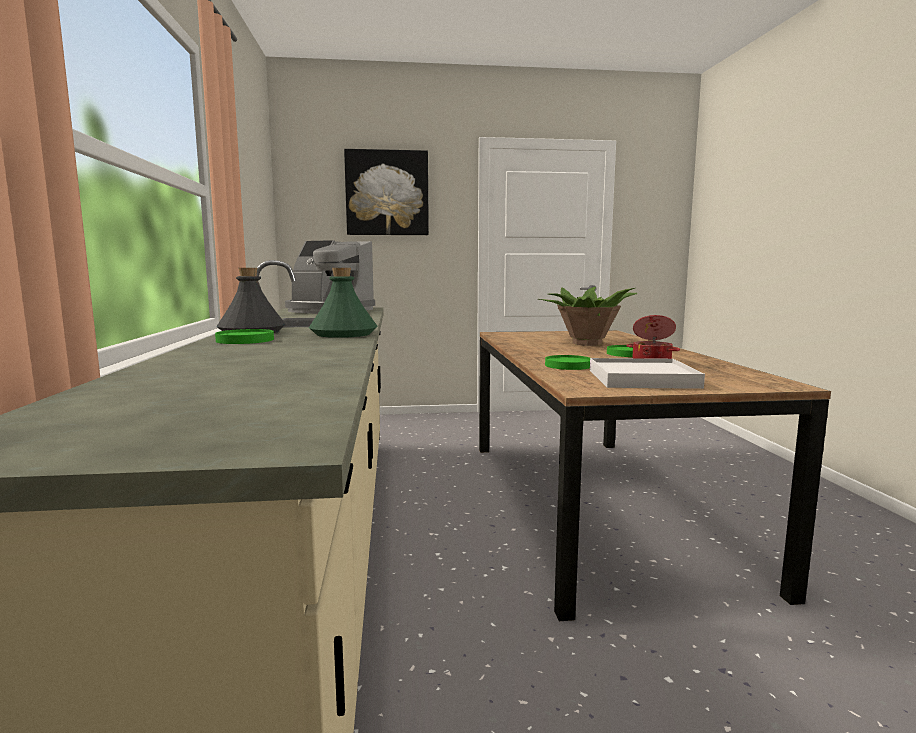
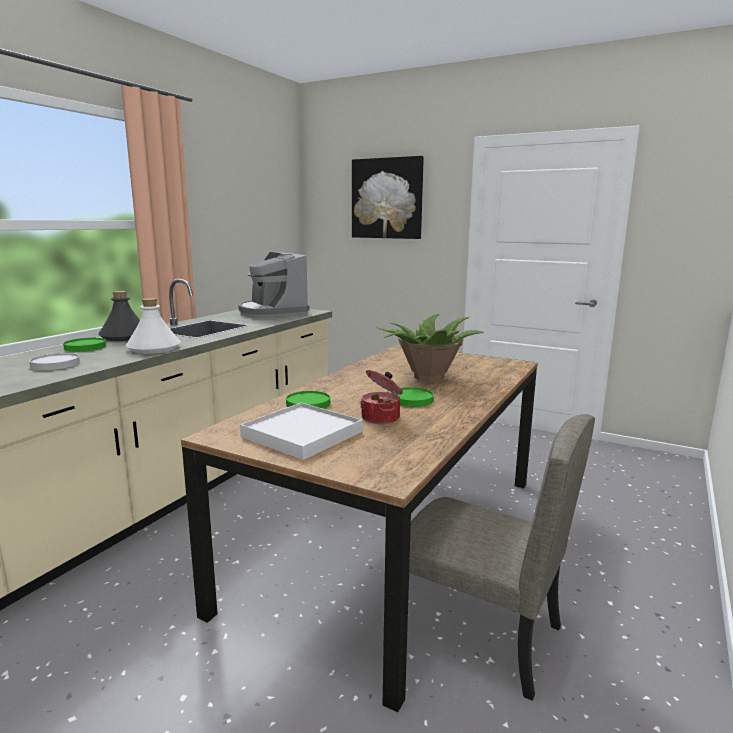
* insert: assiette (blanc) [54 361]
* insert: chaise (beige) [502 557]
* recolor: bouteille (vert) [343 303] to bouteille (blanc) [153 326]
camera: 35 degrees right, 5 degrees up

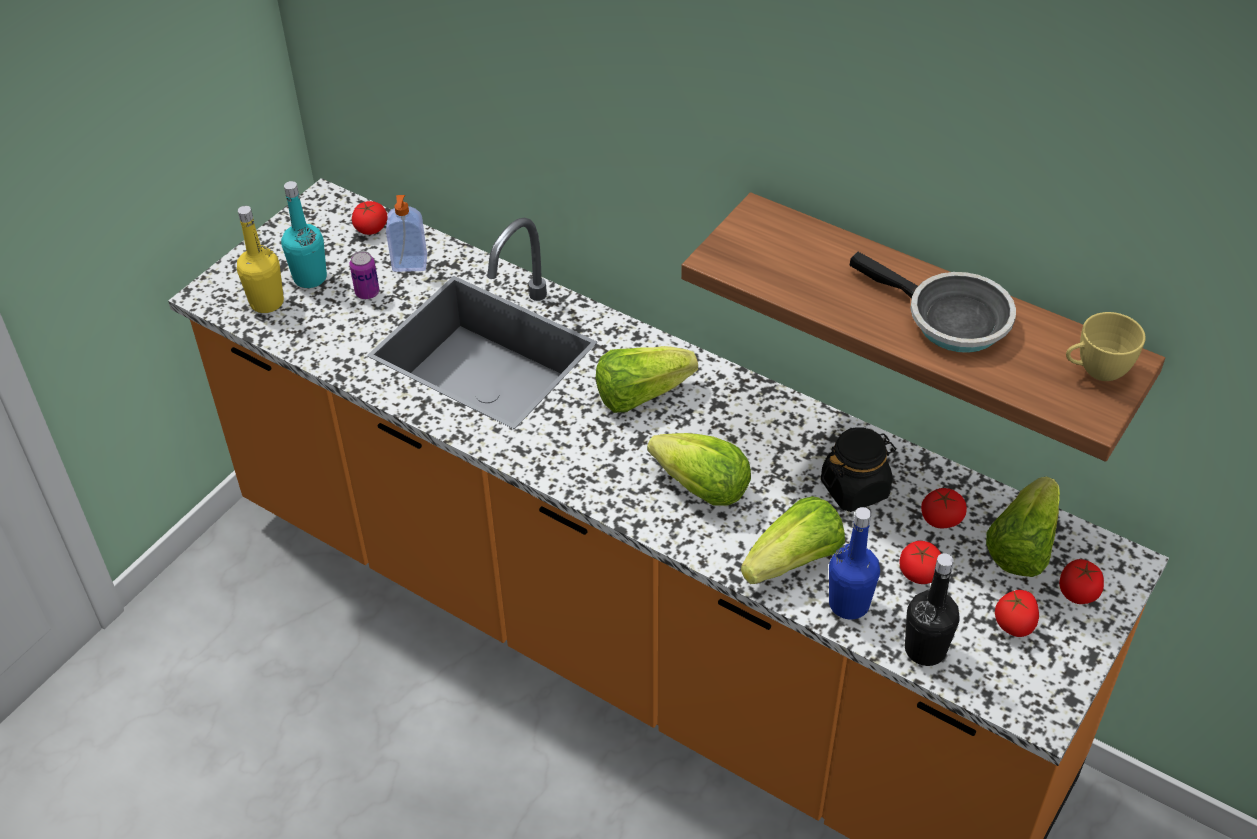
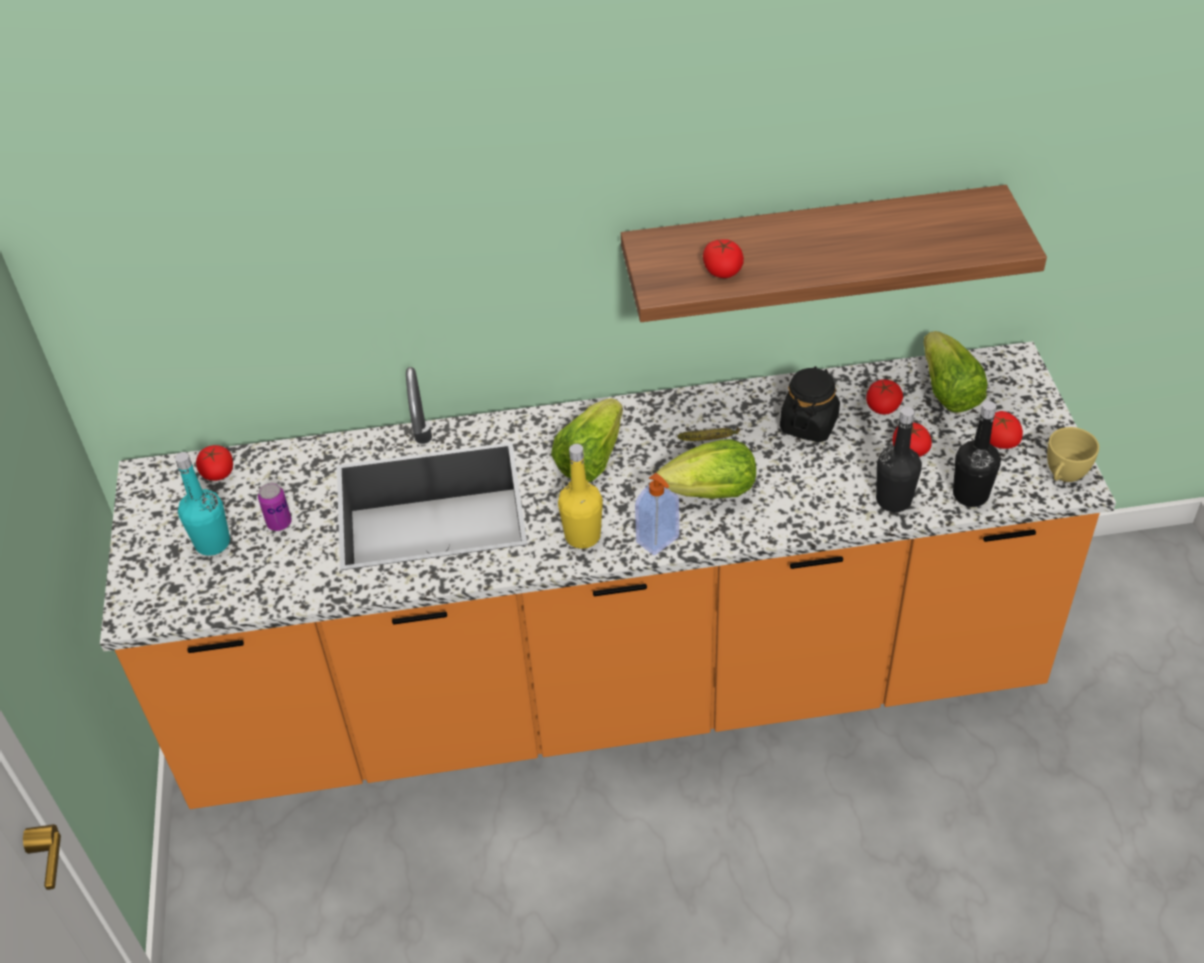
* delete: laitue [793 540]
* delete: poêle [932 302]
* insert: banane [709 434]
* move: bouteille (jaune) [260 259] to [580 496]
* move: distributeur de savon [406 233] to [657 514]
* move: tomate [1081 581] to [723 258]
* move: tasse (jaune) [1106 346] to [1073 454]
* recolor: bouteille (bleu) [854 563] to bouteille (noir) [899 459]
camera: 40 degrees left, 0 degrees up

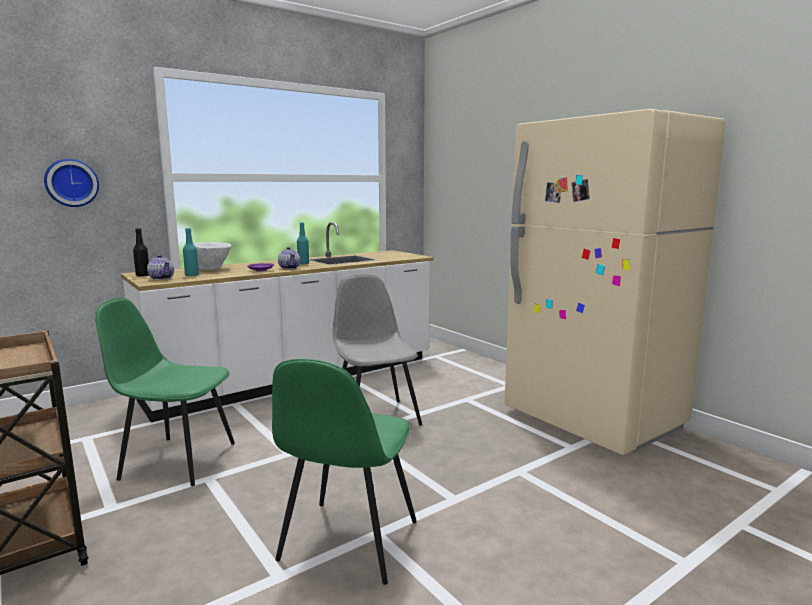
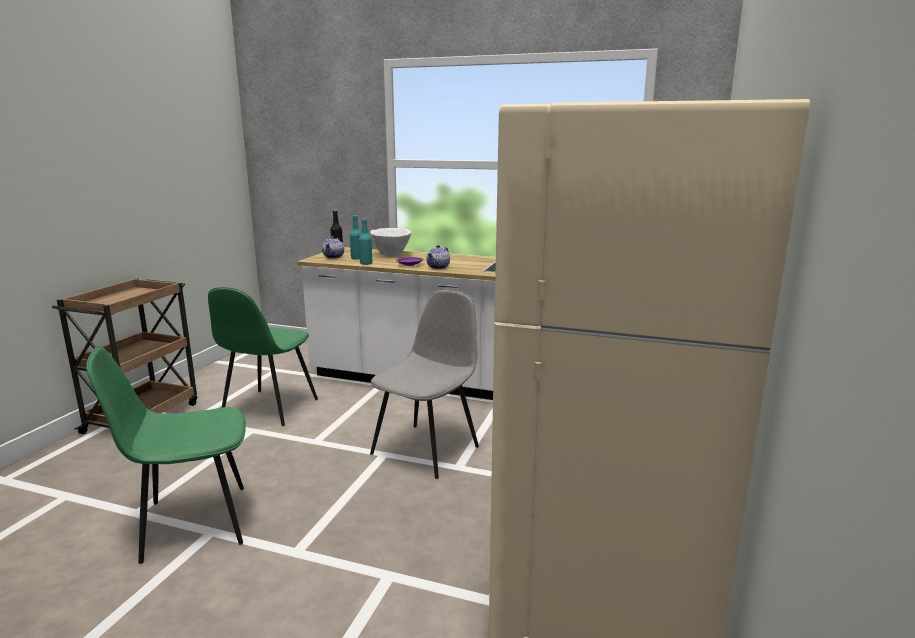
* delete: horloge murale [71 183]
* move: bouteille (turquoise) [303 243] to [366 241]
* rotate: chaise (vert) [165 392] = [263 356] 135 degrees counterclockwise
camera: 55 degrees right, 5 degrees up

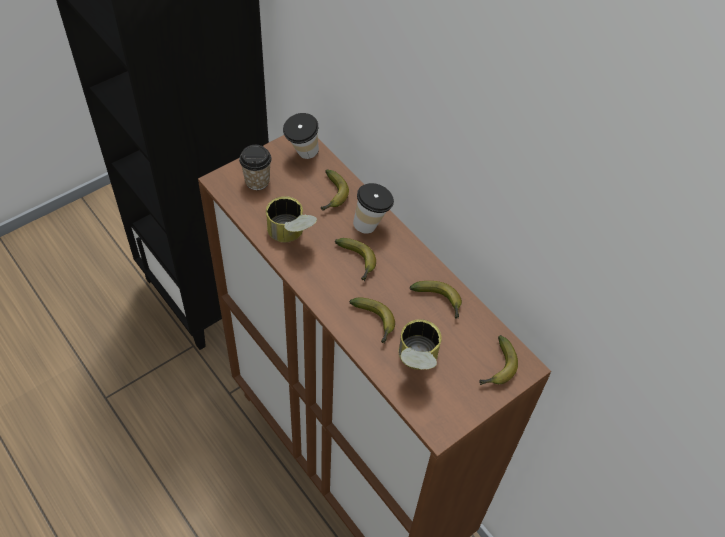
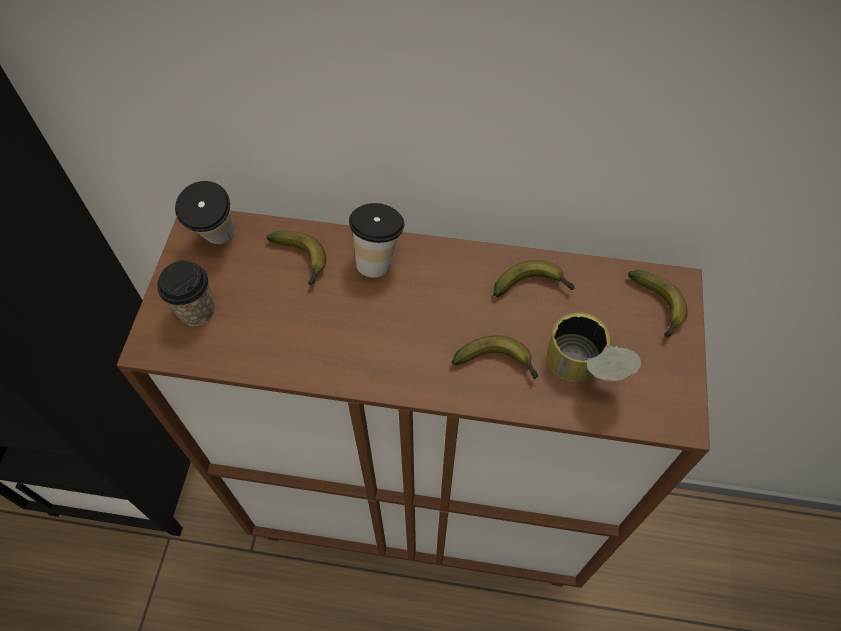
* delete: boîte métallique [291 219]
* delete: banane [355 259]
camera: 40 degrees left, 5 degrees up

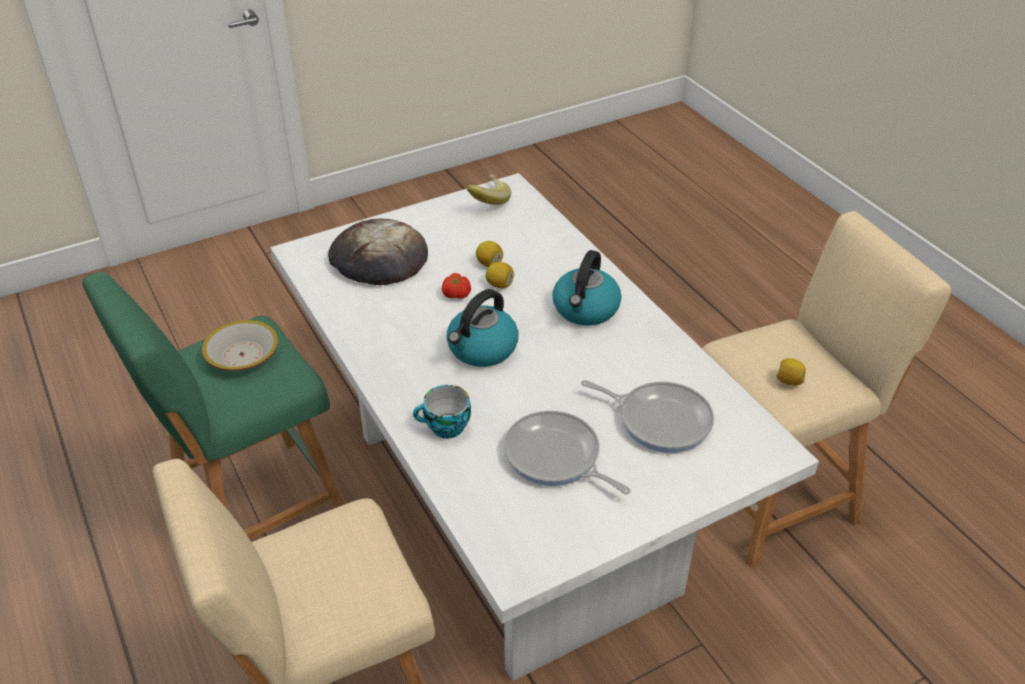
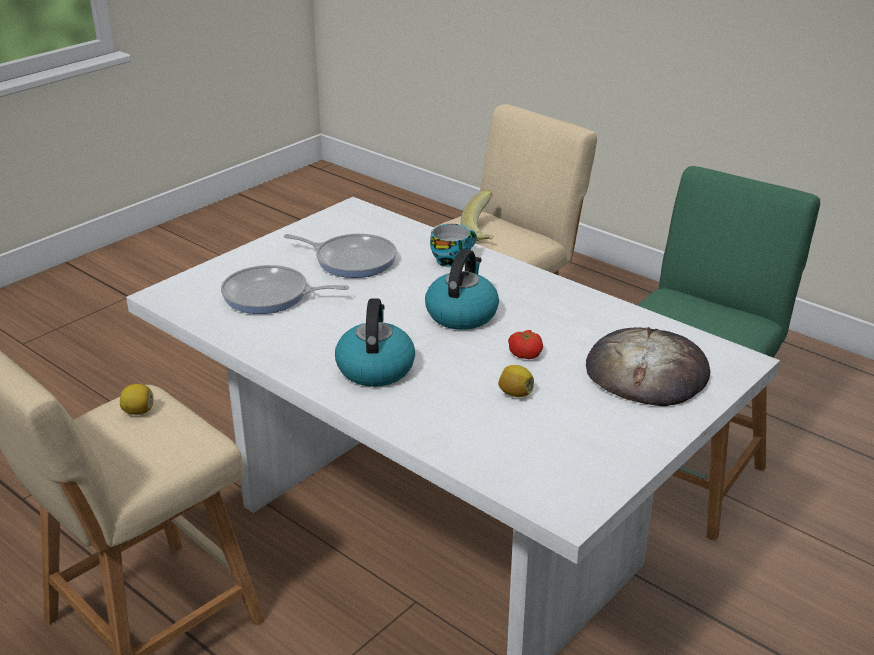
* delete: bol [240 345]
* delete: citron [500 275]
* move: banane [489 190] to [477 215]
camera: 160 degrees right, 10 degrees down

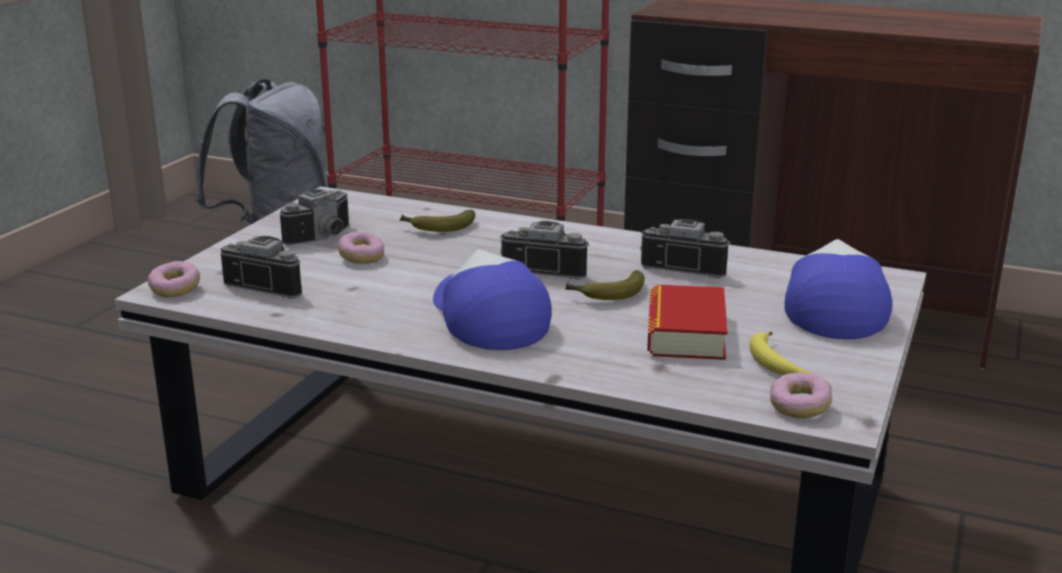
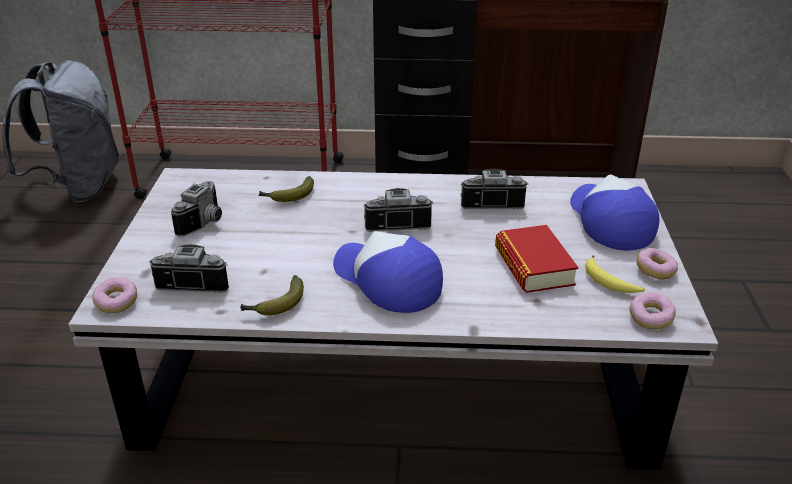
* move: beignet [361 248] to [657 263]
* move: banane [605 285] to [272 295]
camera: 20 degrees left, 10 degrees up

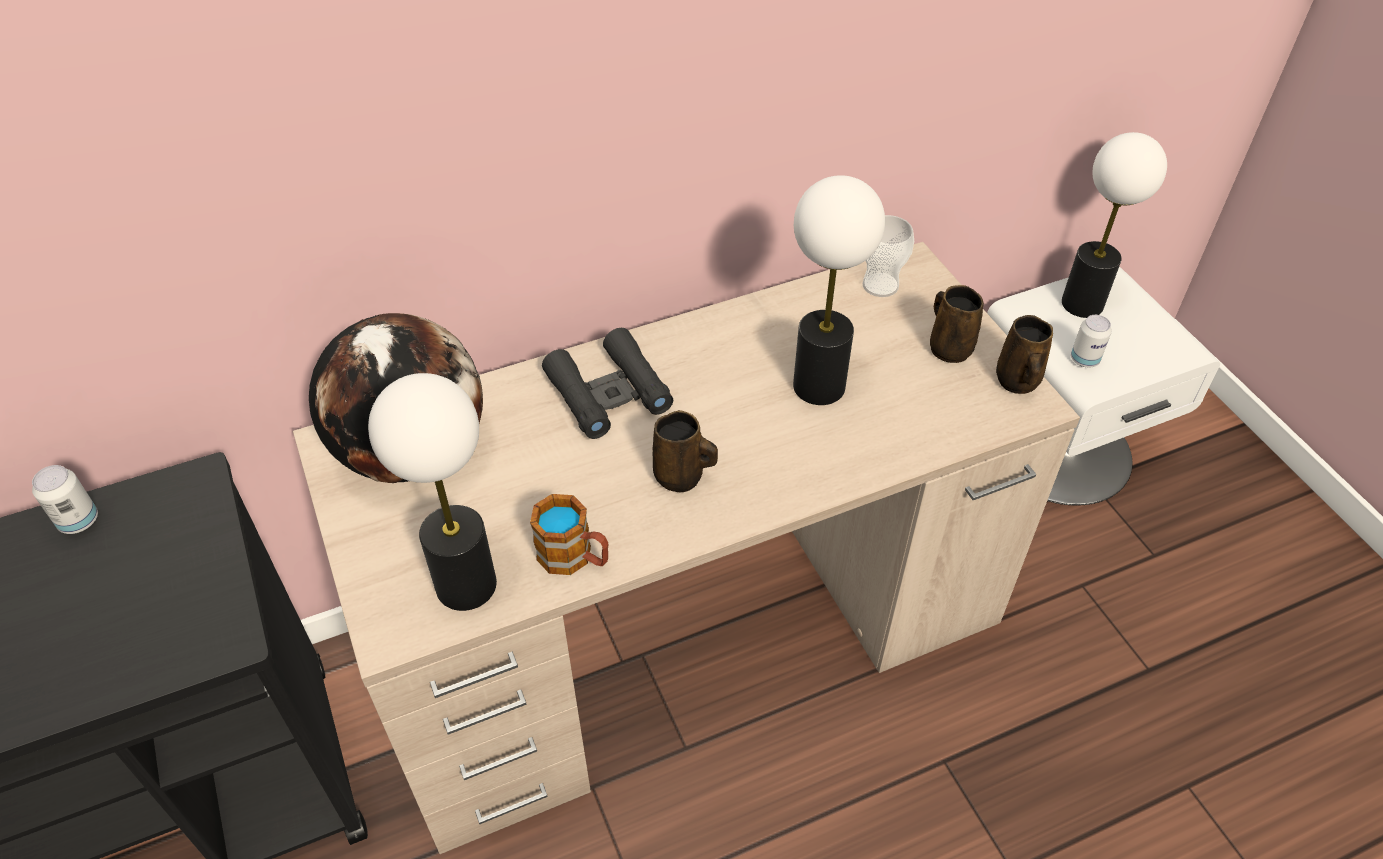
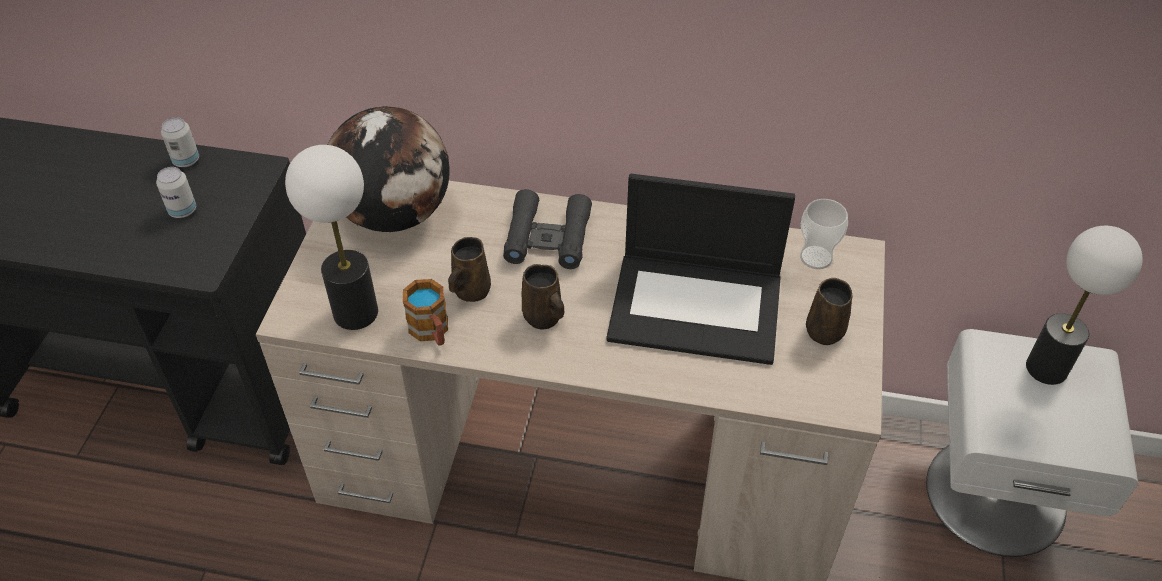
* move: mug (marron) [1024 354] to [469 269]
* move: boîte métallique [1091 341] to [176 192]
* replace: lampe de table [839 290] to ordinateur portable [701 269]
camera: 35 degrees right, 0 degrees up

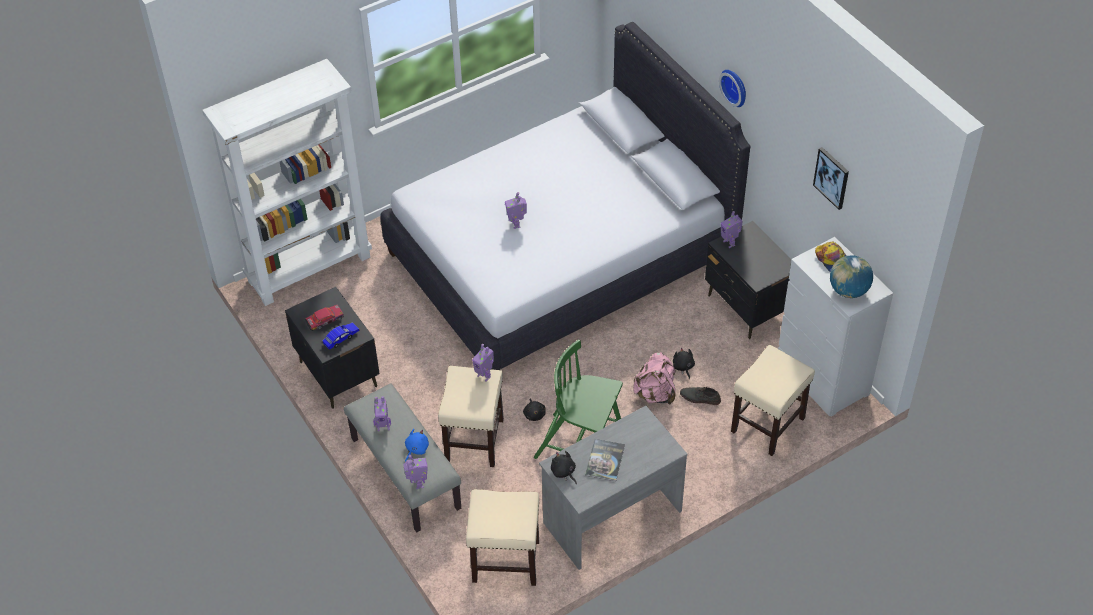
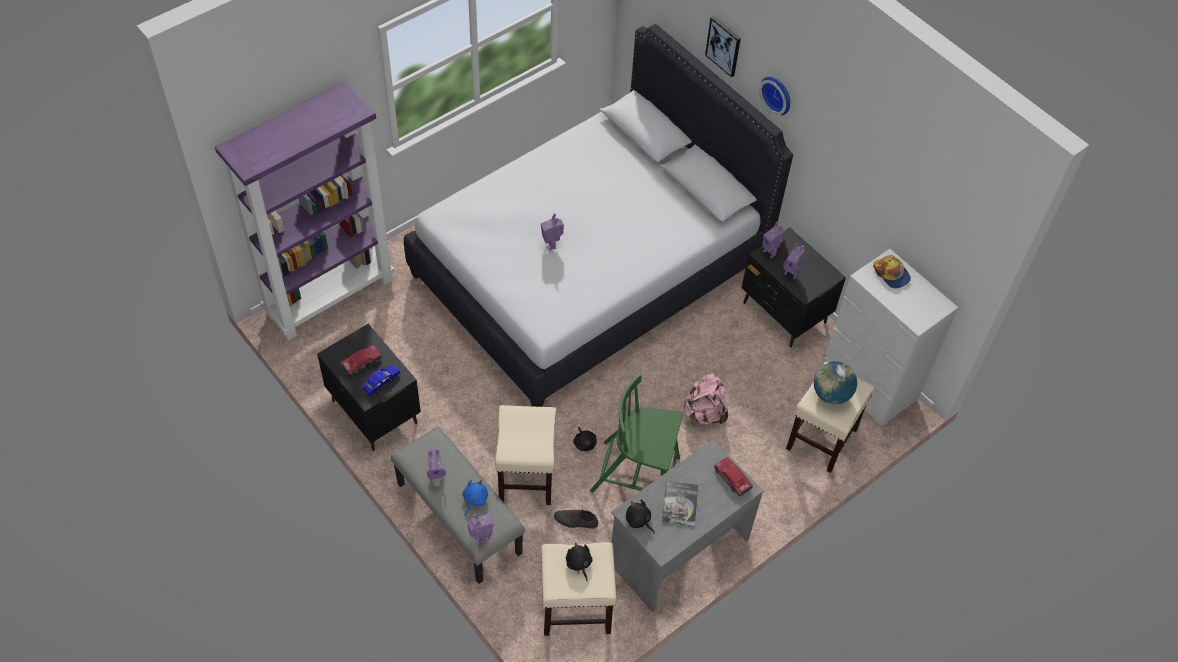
* insert: petite voiture [733 476]
* move: robot jouet [483 363] to [794 261]
* move: peluche (noir) [684 363] to [579 561]
* move: chaussure (gris) [700 395] to [576 519]
* move: tableau [831 178] to [723 46]
* move: globe [851 276] to [835 382]
* recolor: bibliothèque (blanc) [287 182] to bibliothèque (violet) [304 211]
camera: 10 degrees left, 5 degrees up

